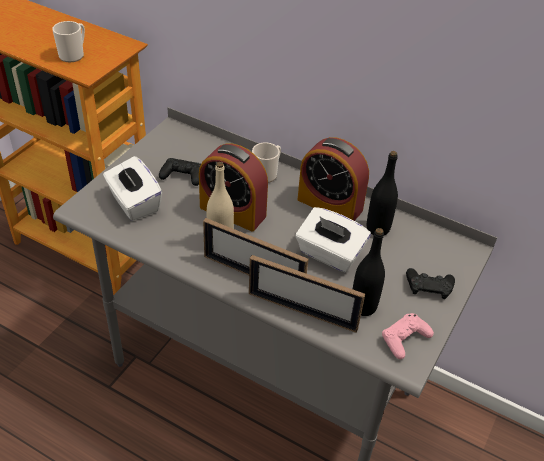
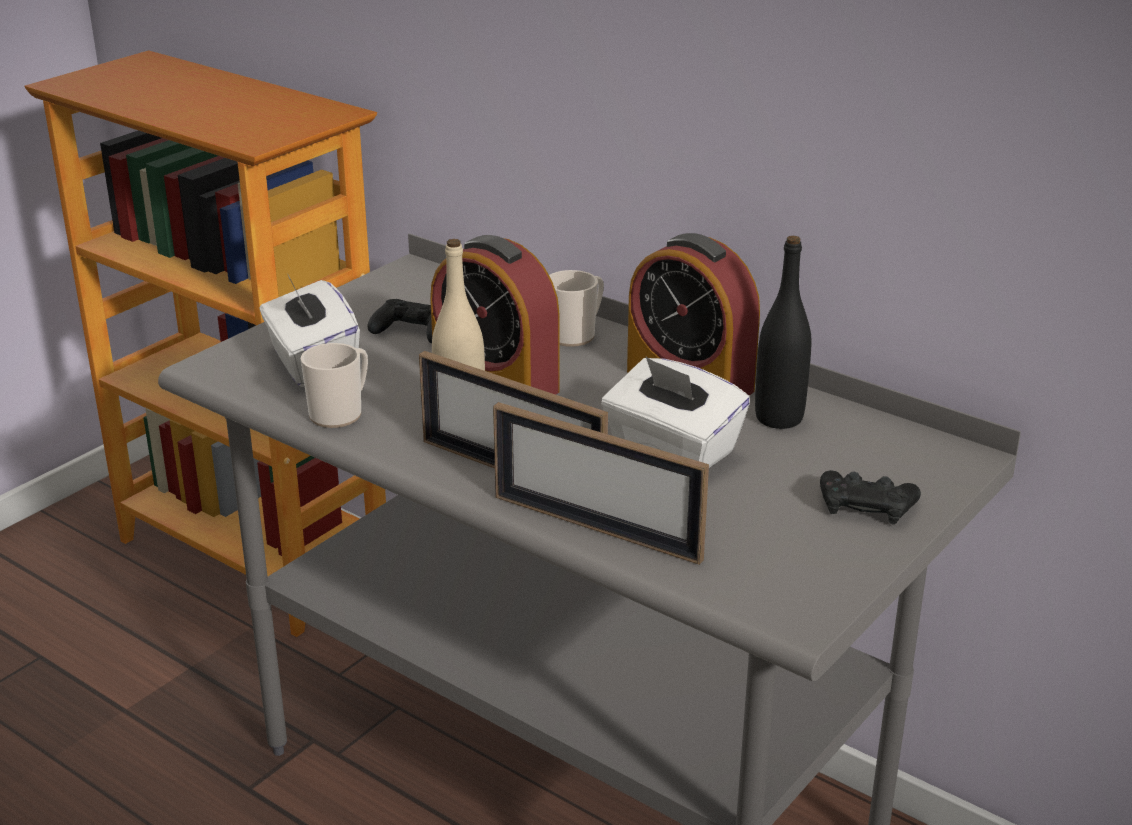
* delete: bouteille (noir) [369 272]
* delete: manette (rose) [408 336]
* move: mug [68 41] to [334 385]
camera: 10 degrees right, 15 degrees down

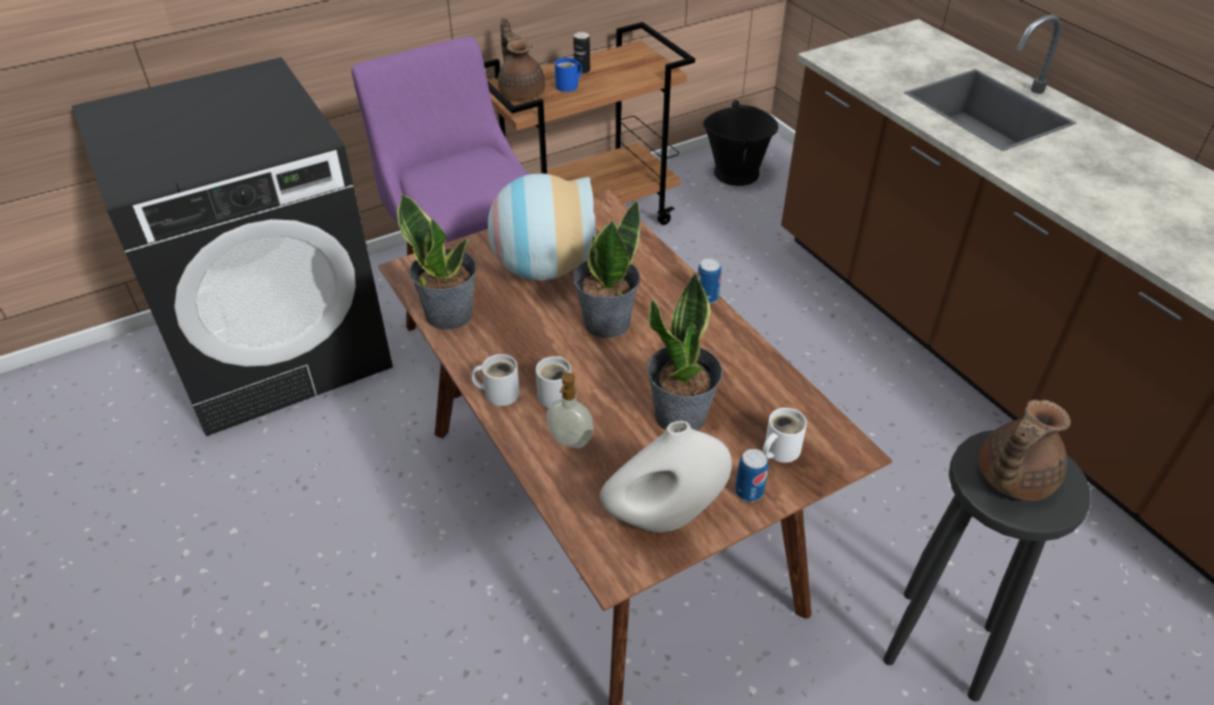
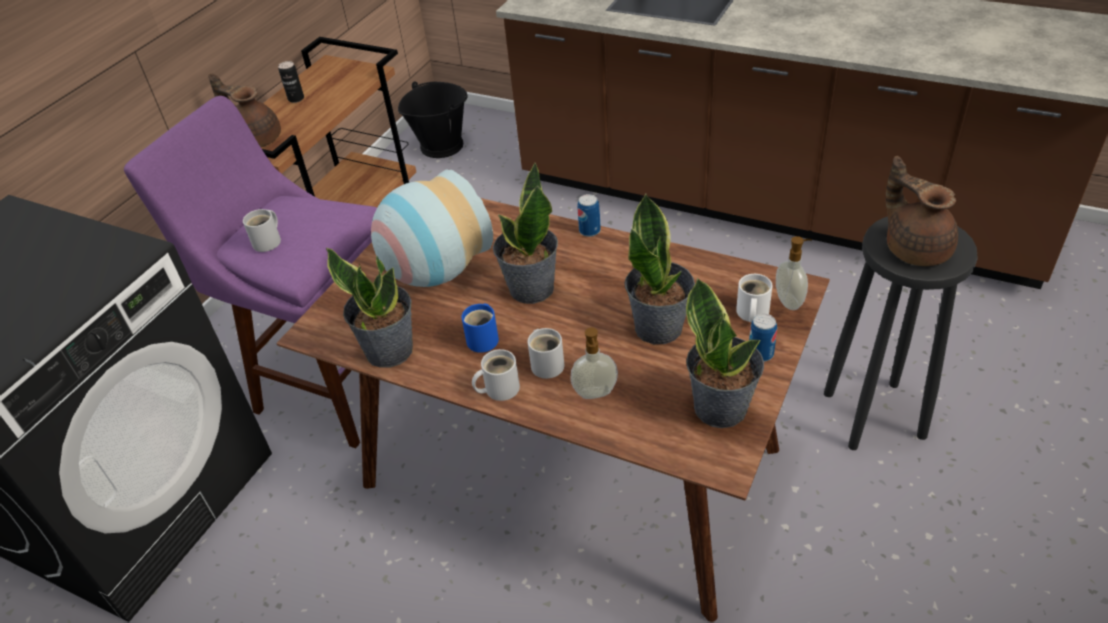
* insert: mug (blanc) [262 230]
* insert: distributeur de savon [794 273]
* move: mug (bleu) [568 75] to [480 328]
* replace: vase (blanc) [666 476] to plante en pot [725 353]
* rotate: théière (marron) [1024 450] = [922 211] 135 degrees clockwise
camera: 30 degrees left, 0 degrees up

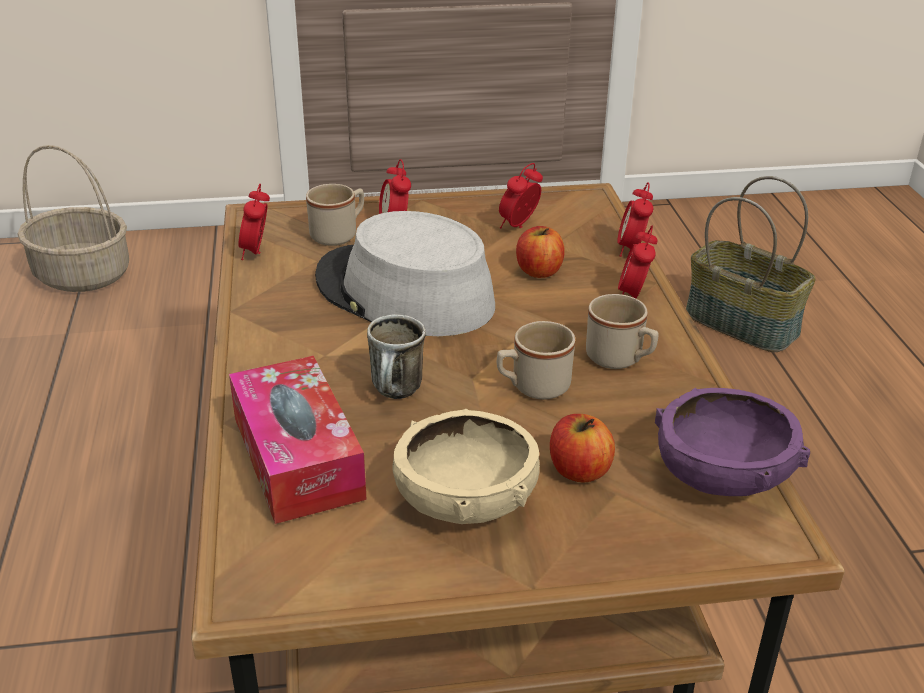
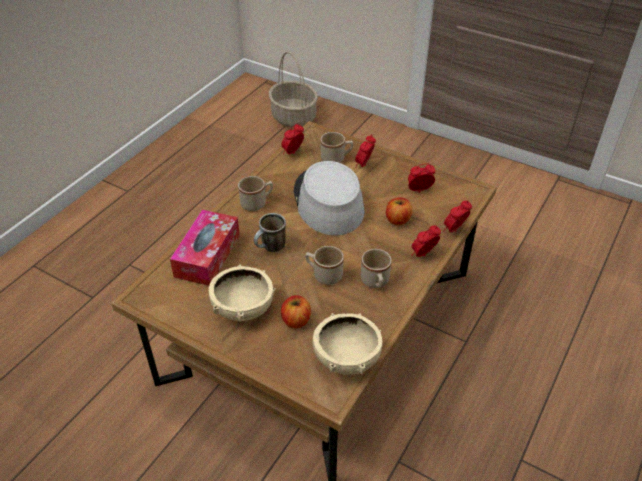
* delete: panier [750 264]
* insert: mug (beige) [255 193]
* recolor: bol (violet) [732 442] to bol (beige) [347 343]
camera: 40 degrees right, 10 degrees up

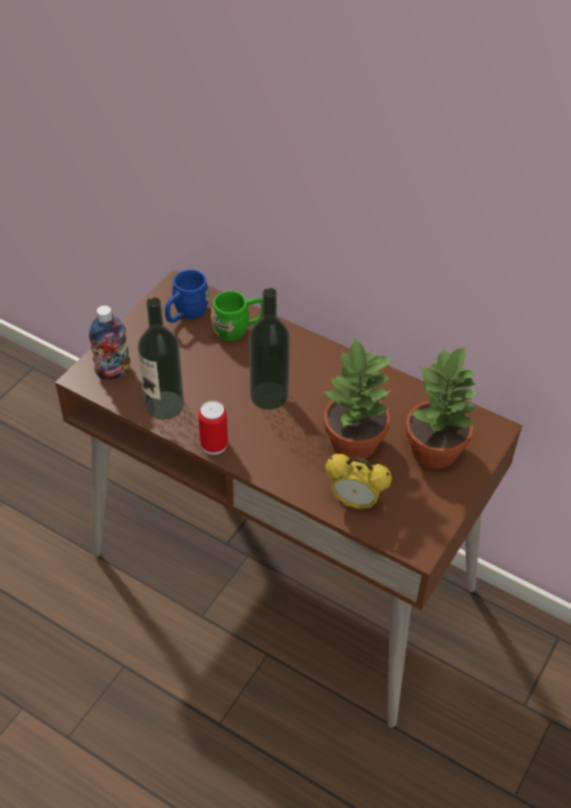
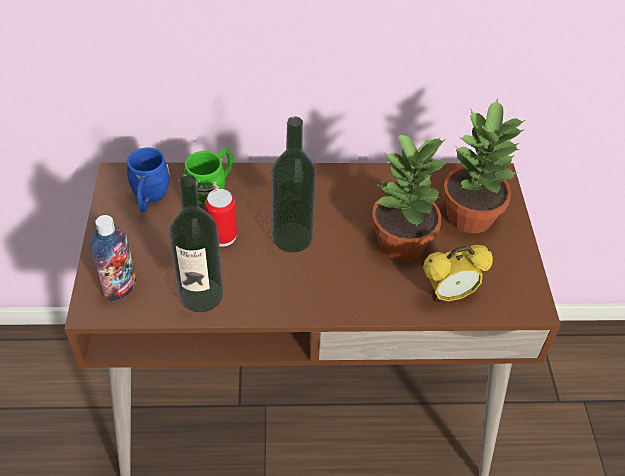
* move: boîte métallique [213 428] to [221 218]
camera: 35 degrees left, 0 degrees up

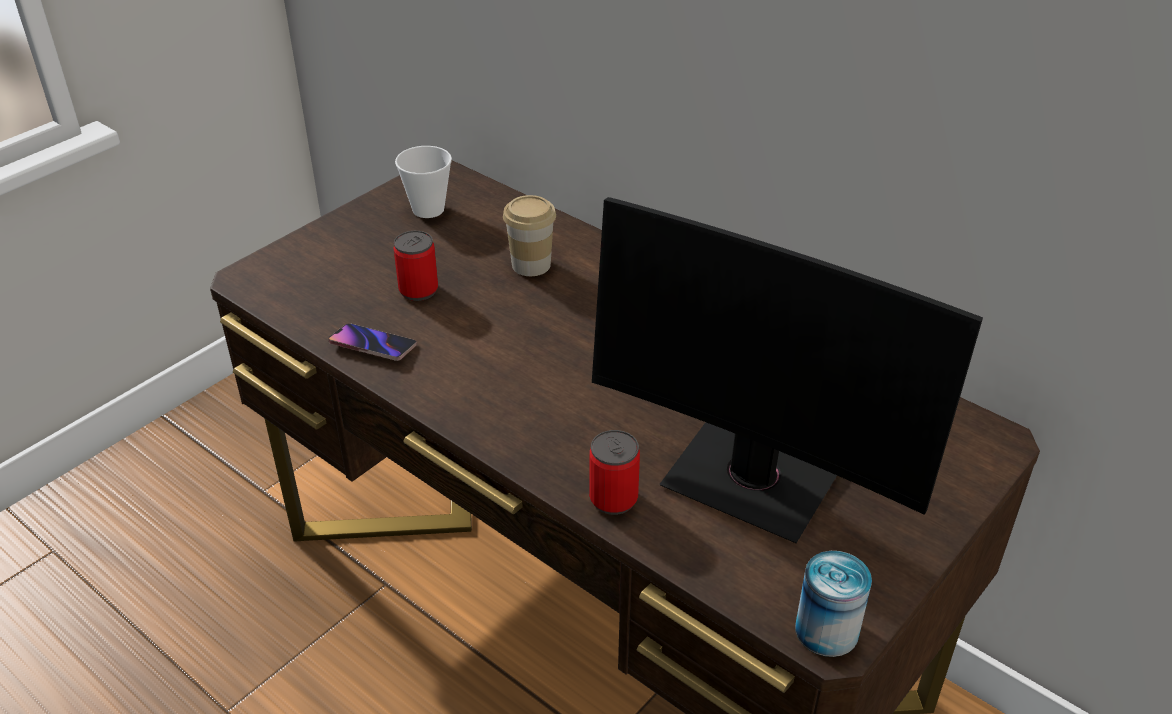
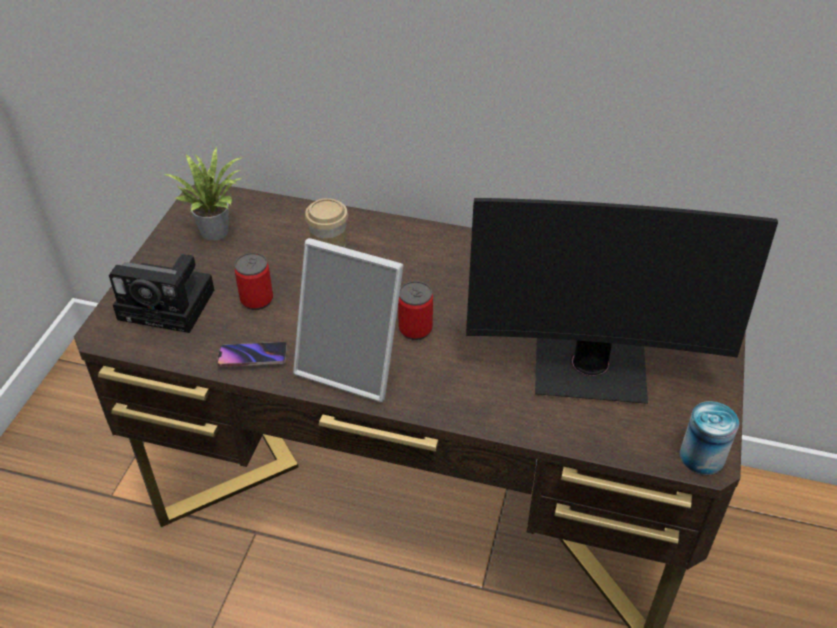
* insert: appareil photo [161 293]
* insert: cadre photo [348 320]
* move: boîte métallique [614 472] to [415 310]
* replace: tasse [423 182] to plante en pot [203 193]
camera: 25 degrees left, 5 degrees up

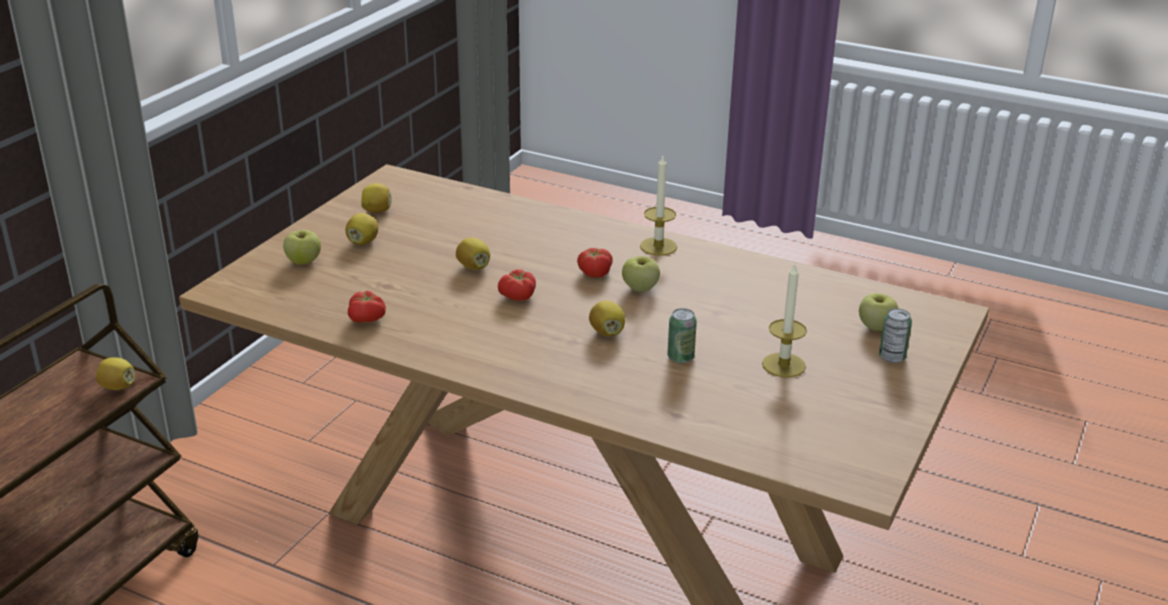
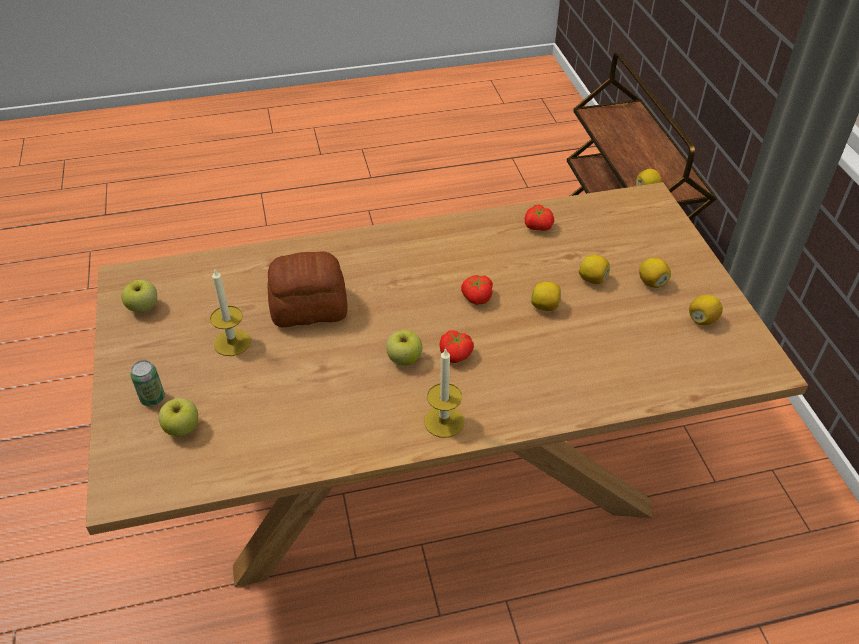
* move: pomme [302 247] to [139 296]
* move: citron [607 318] to [594 269]
* replace: boîte métallique [682 335] to pain [308 289]
camera: 140 degrees right, 15 degrees up

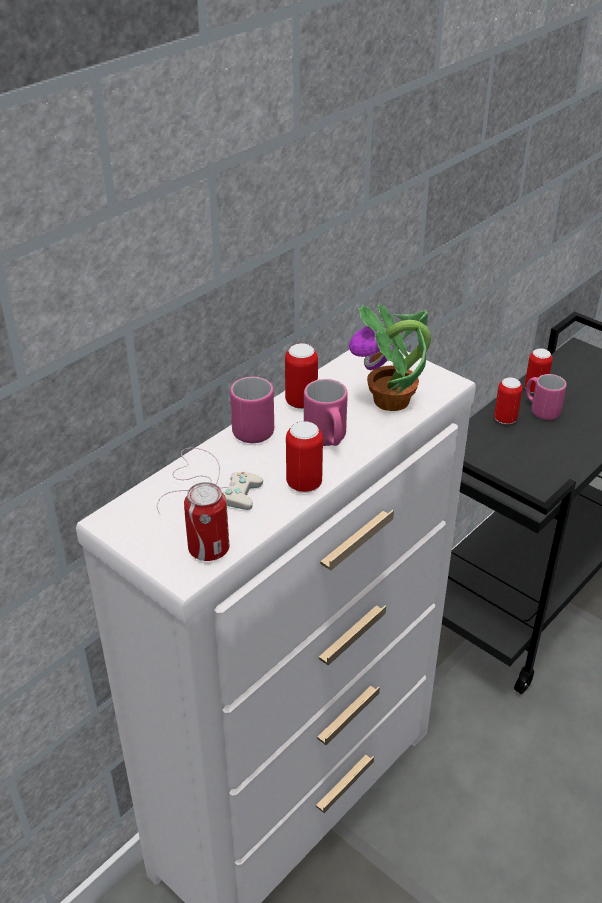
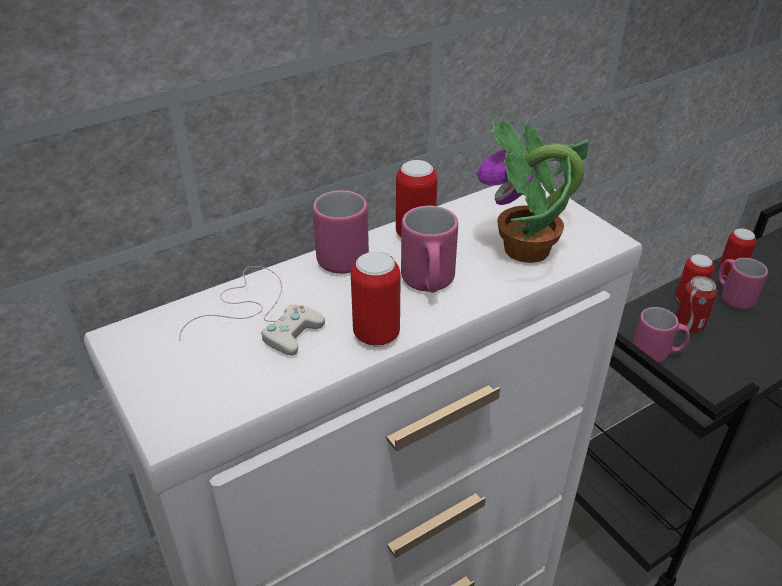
* insert: mug (rose) [661 335]
* move: boîte métallique [206 521] to [696 304]
camera: 15 degrees right, 0 degrees up

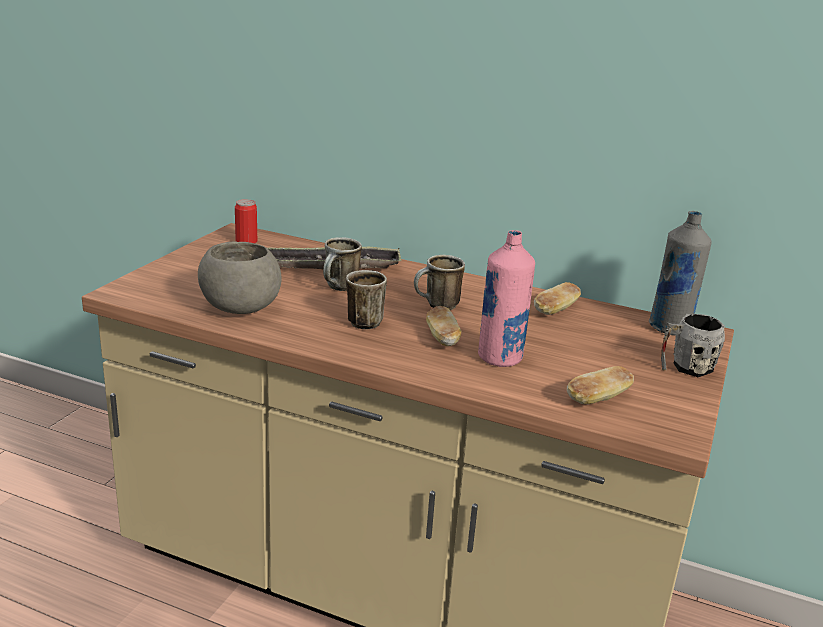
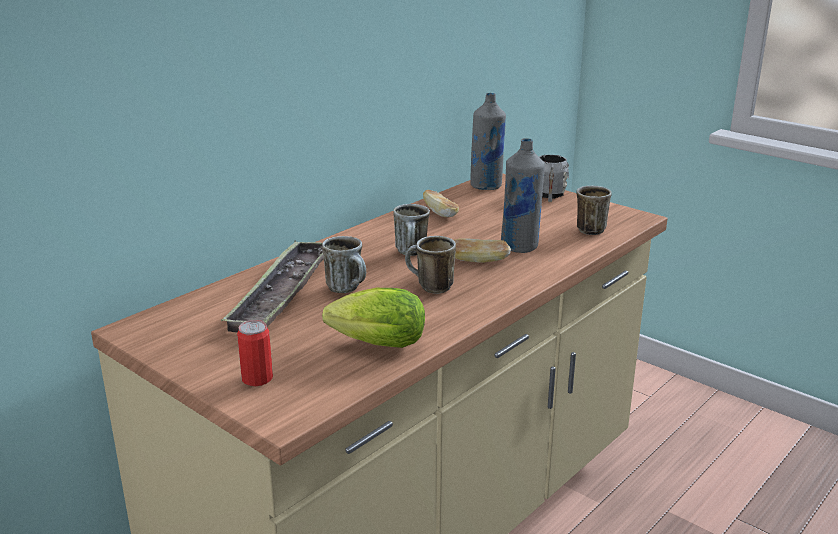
* move: boîte métallique [246 221] to [255 353]
* replace: bol (gris) [240 277] to laitue [373 318]
* replace: pain [600 385] to mug [594 210]
* recolor: bouteille (rose) [506 298] to bouteille (gris) [523 195]
camera: 70 degrees left, 0 degrees up

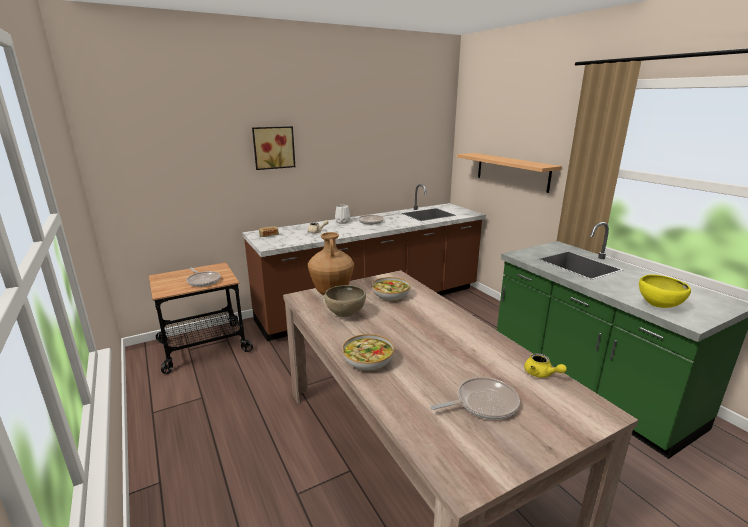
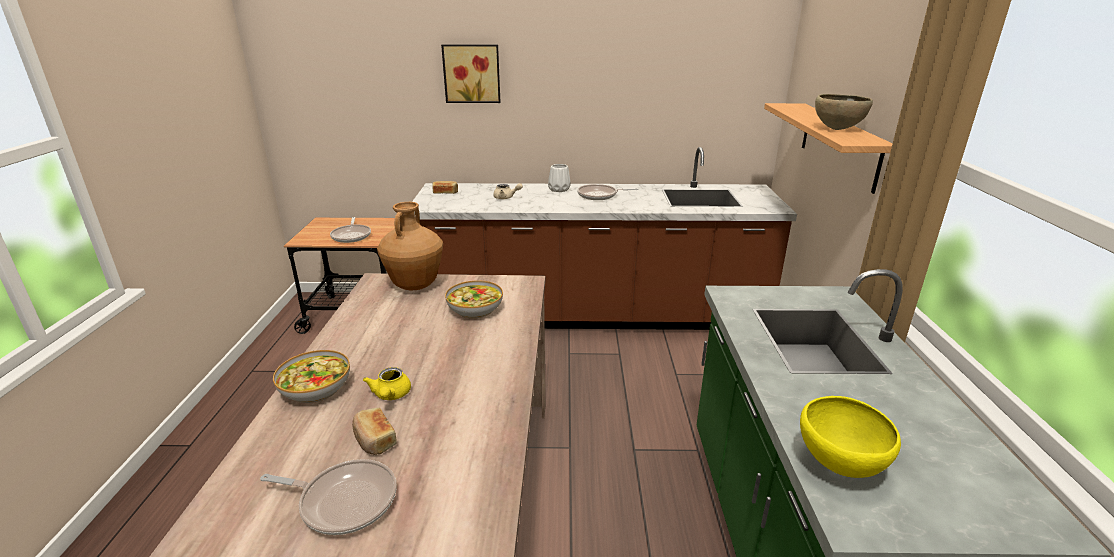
* insert: pain [374 431]
* move: bol (marron) [345 301] to [844 112]
* move: théière (jaune) [545 365] to [387 383]
camera: 30 degrees right, 5 degrees up

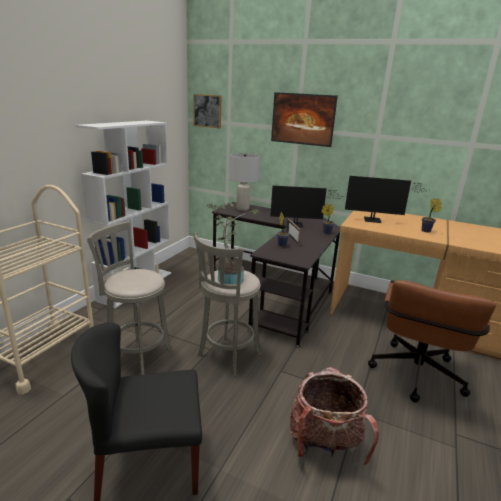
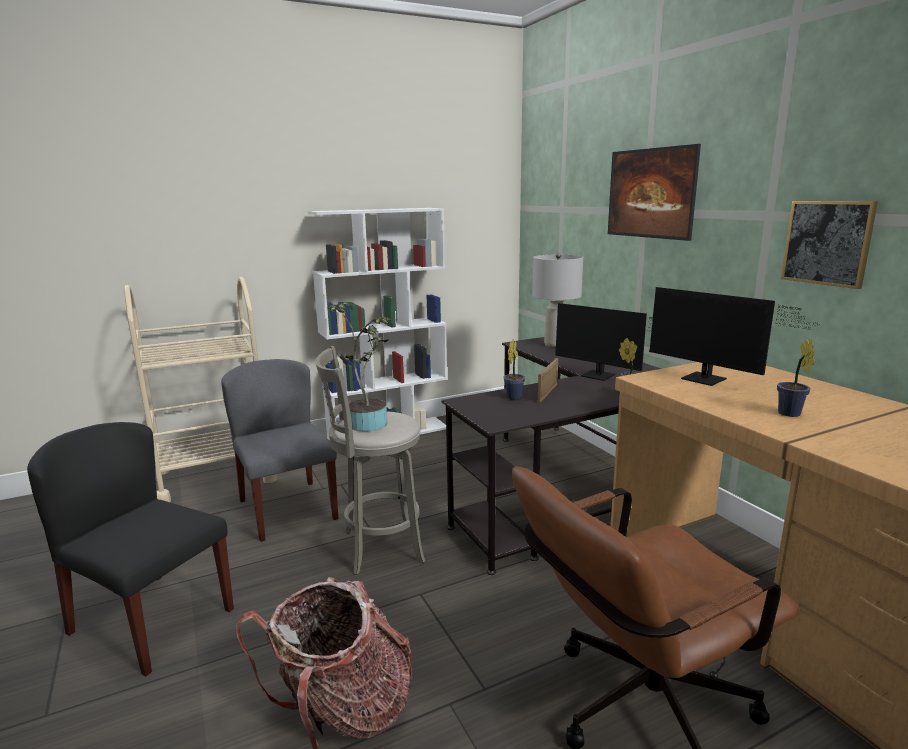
* move: tableau [207 111] to [829 245]
* replace: tabouret (gris) [129 298] to chaise (gris) [279 450]
camera: 40 degrees right, 5 degrees down

